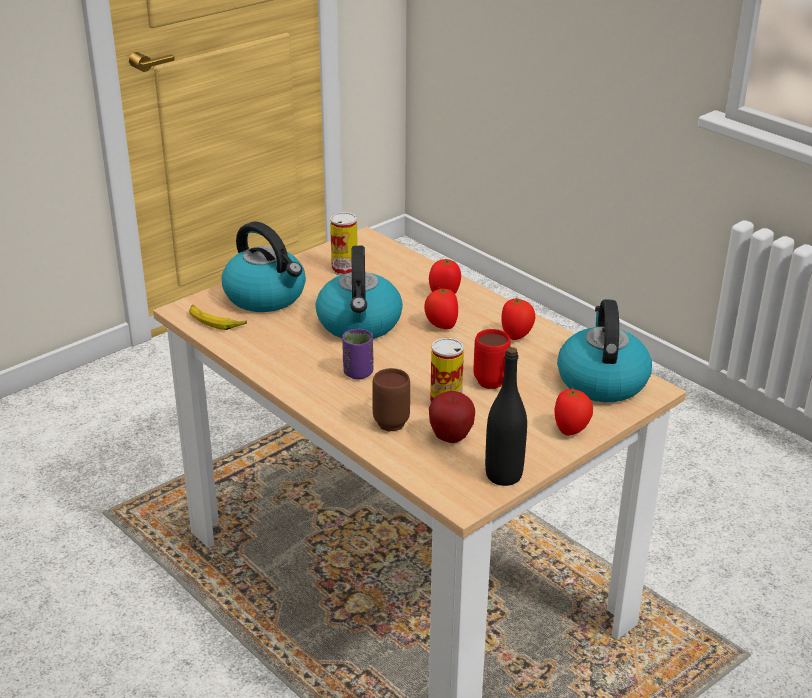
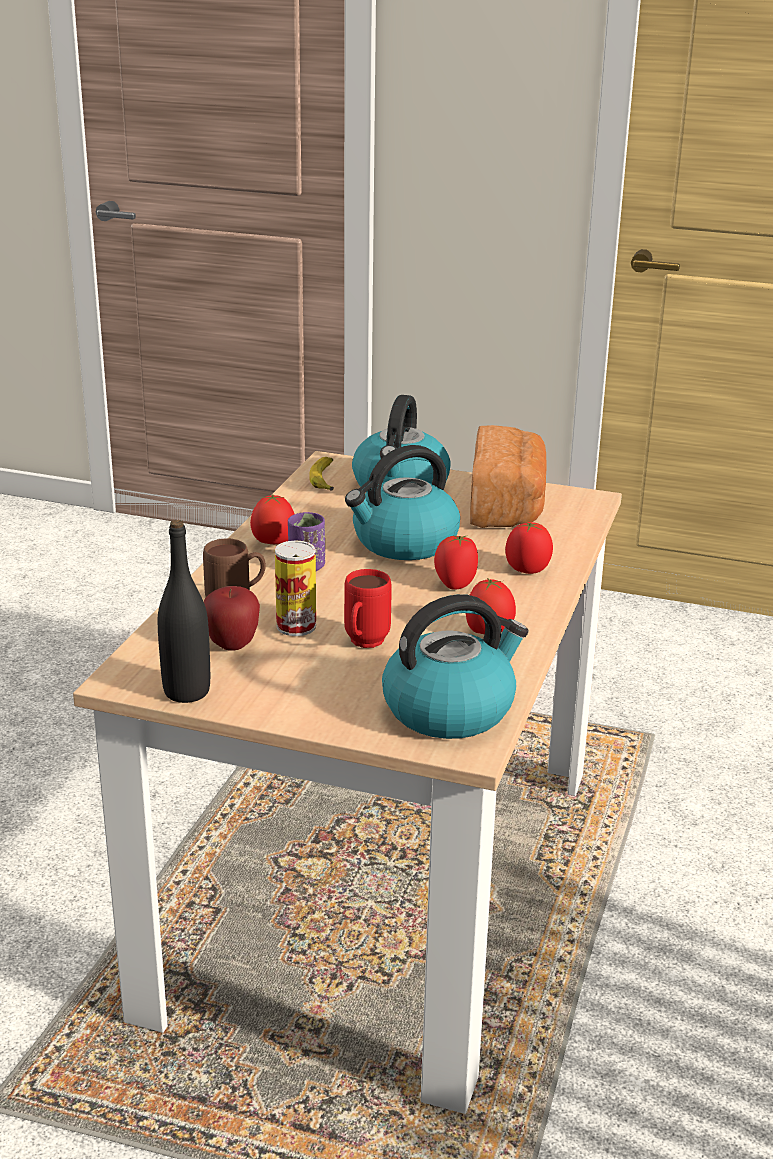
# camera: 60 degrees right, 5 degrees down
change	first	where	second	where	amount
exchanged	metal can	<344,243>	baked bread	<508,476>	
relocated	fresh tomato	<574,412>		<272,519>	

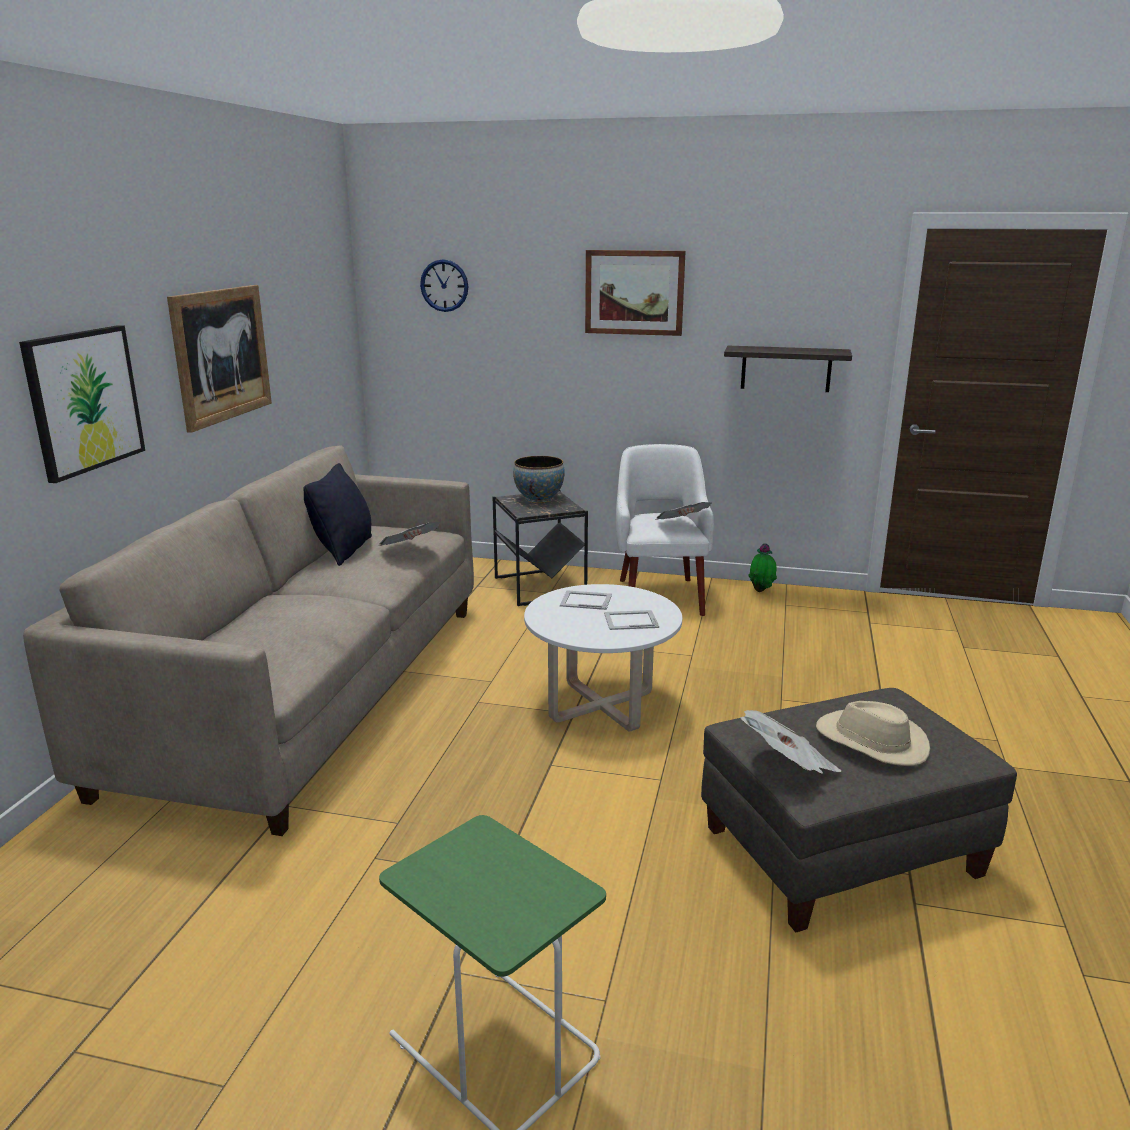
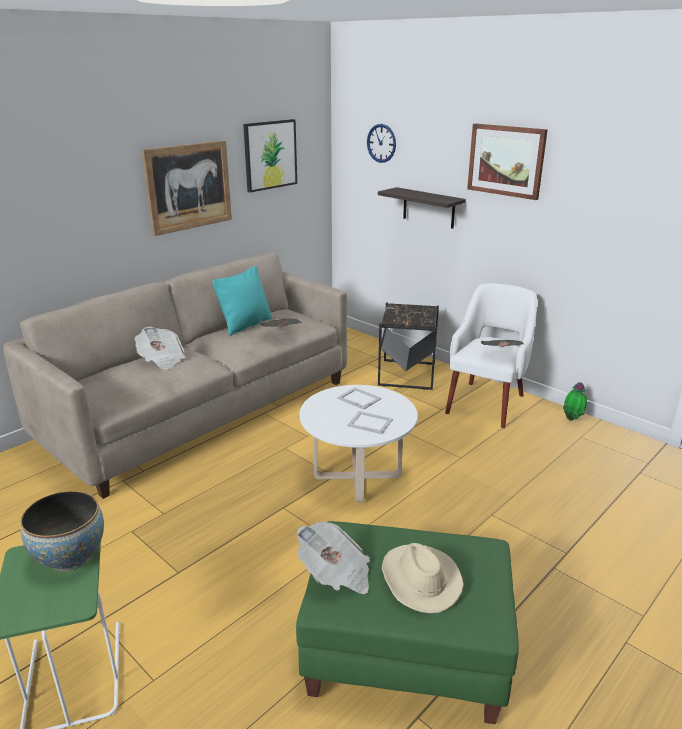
# camera: 30 degrees right, 5 degrees up
change	first	where	second	where	amount
relocated	wall picture	<82,404>		<270,155>	
colour	black cushion	<337,514>	blue-green cushion	<242,301>	
relocated	serving bowl	<539,479>		<62,531>	
colour	grey ottoman	<859,810>	green-coloured ottoman	<407,622>	
relocated	shelf	<788,369>		<422,208>	
appeared			printed paper	<160,348>	

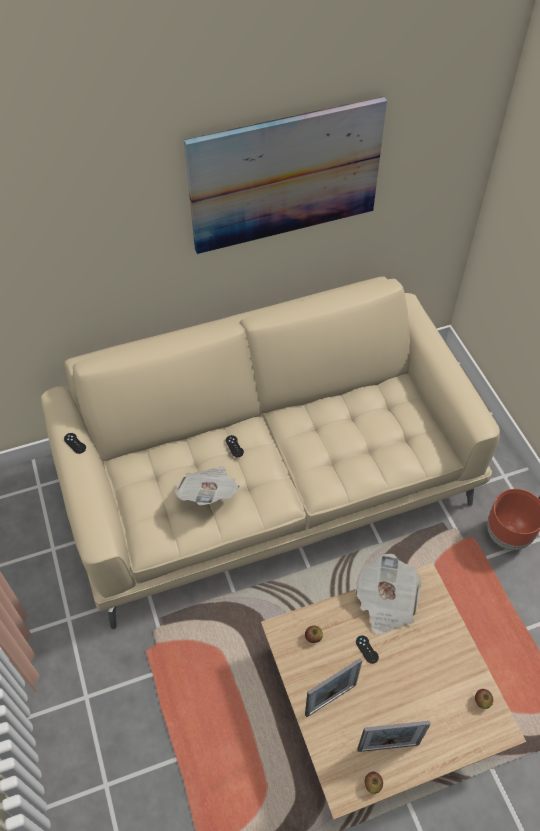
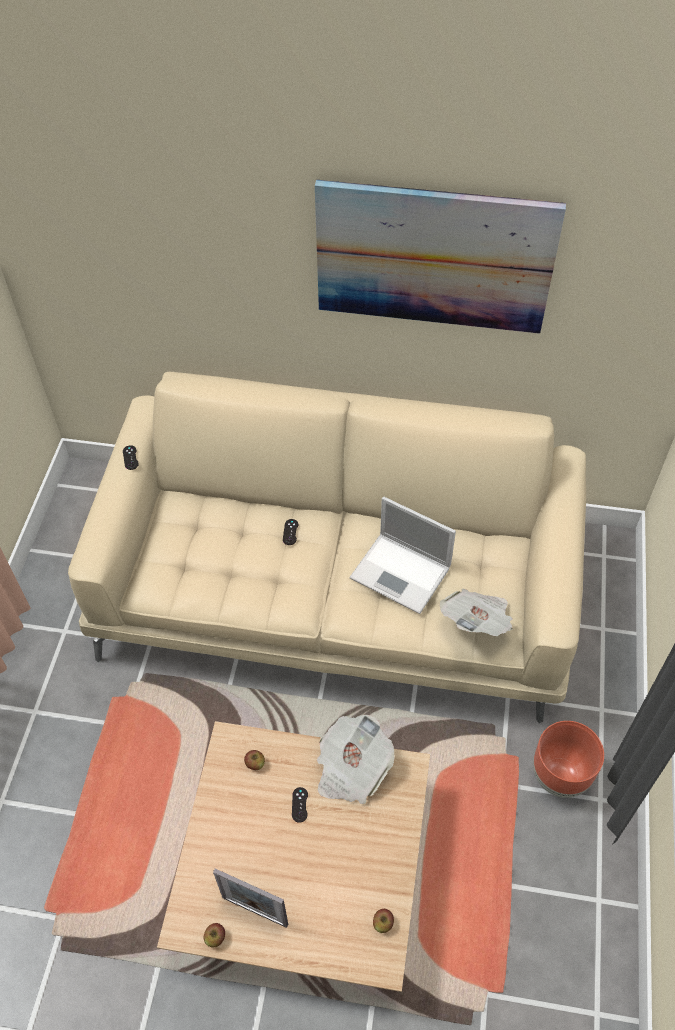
# camera: 30 degrees right, 0 degrees up
change	first	where	second	where	amount
relocated	printed paper	<207,485>		<476,612>	
missing	standing frame	<333,687>			
appeared			laptop	<402,555>	

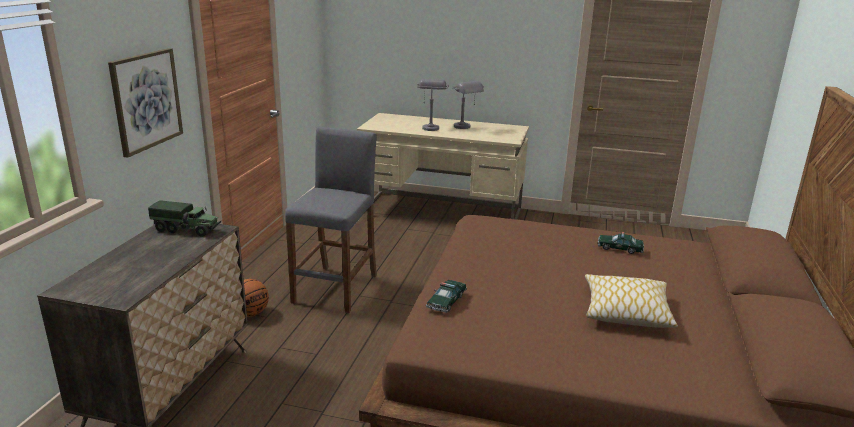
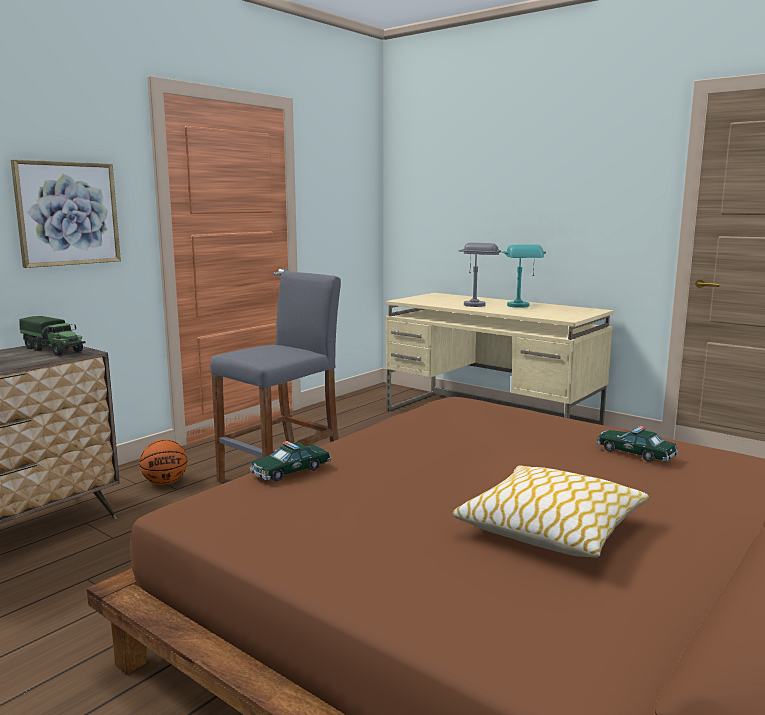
# camera: 25 degrees right, 10 degrees down
change	first	where	second	where	amount
colour	grey table lamp	<468,105>	blue-green table lamp	<524,276>	

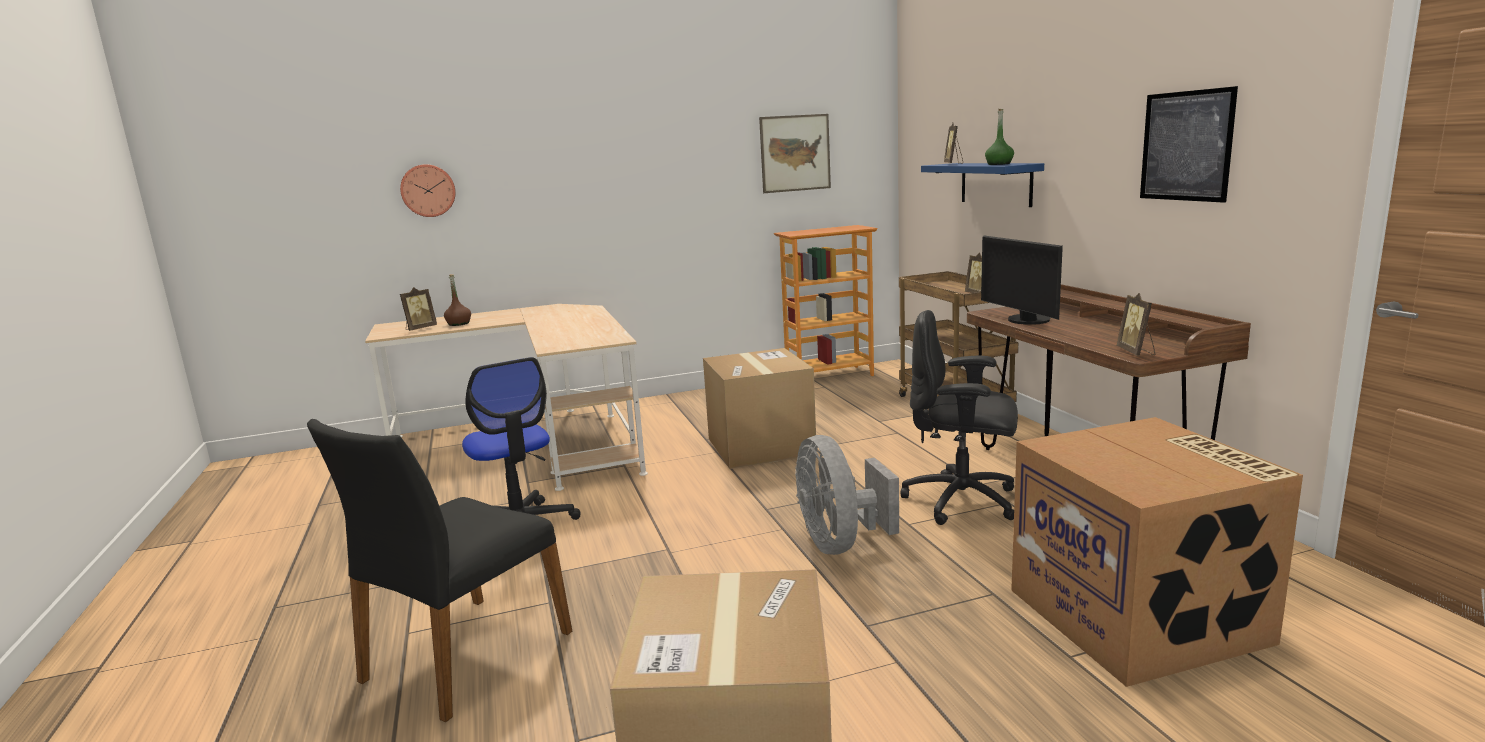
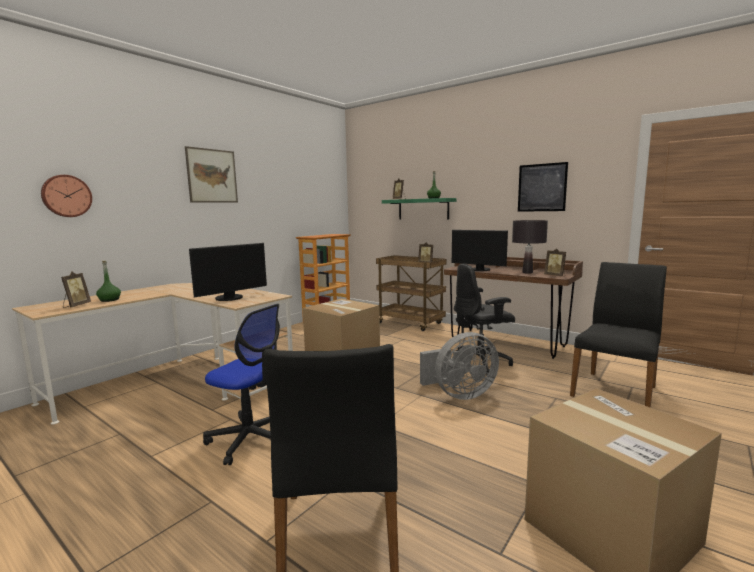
# camera: 35 degrees left, 5 degrees down
change	first	where	second	where	amount
colour	brown-coloured bottle	<457,300>	green-coloured bottle	<108,281>	
relocated	wall picture	<795,153>		<211,174>	
spun	grey electric fan	<847,495>		<459,366>	60 degrees counterclockwise
colour	blue shelf	<982,185>	green-coloured shelf	<419,209>	
exchanged	carton	<1157,552>	black plain chair	<618,335>	
appeared			computer display	<228,272>	
appeared			black table lamp	<530,247>	

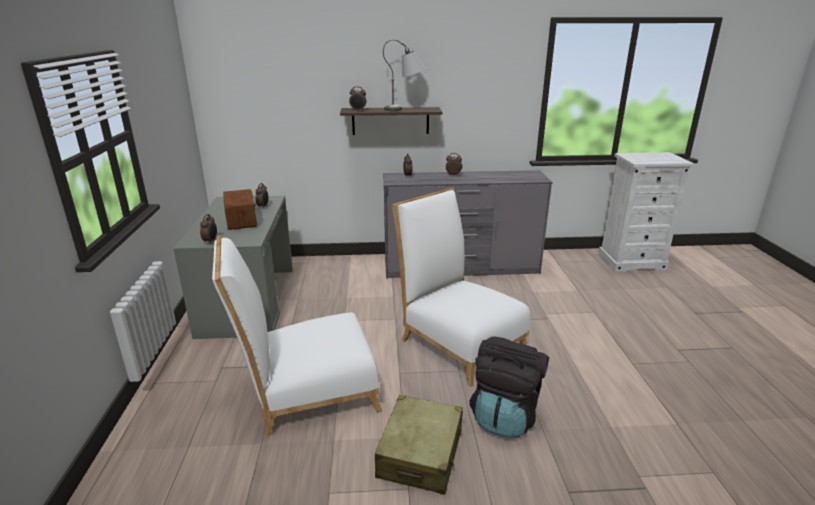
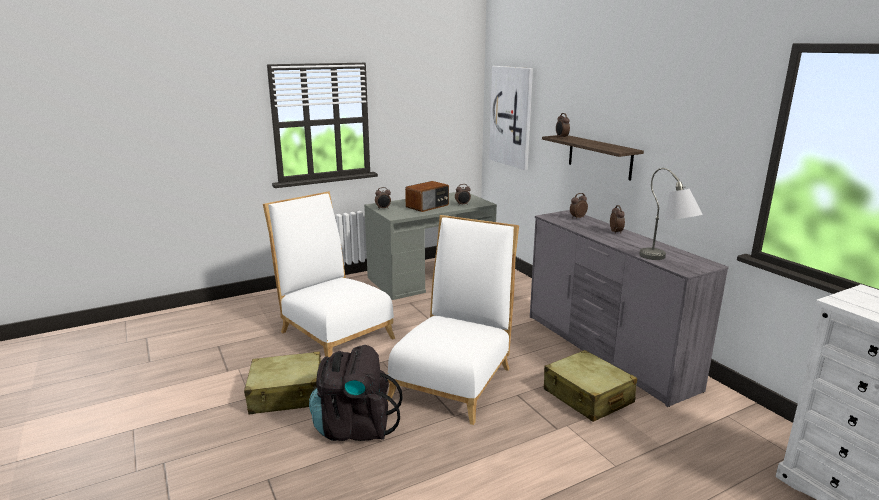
# camera: 65 degrees right, 5 degrees down
change	first	where	second	where	amount
relocated	grey table lamp	<404,75>		<671,214>	
appeared			wall picture	<511,118>	
appeared			beige suitcase	<590,386>	

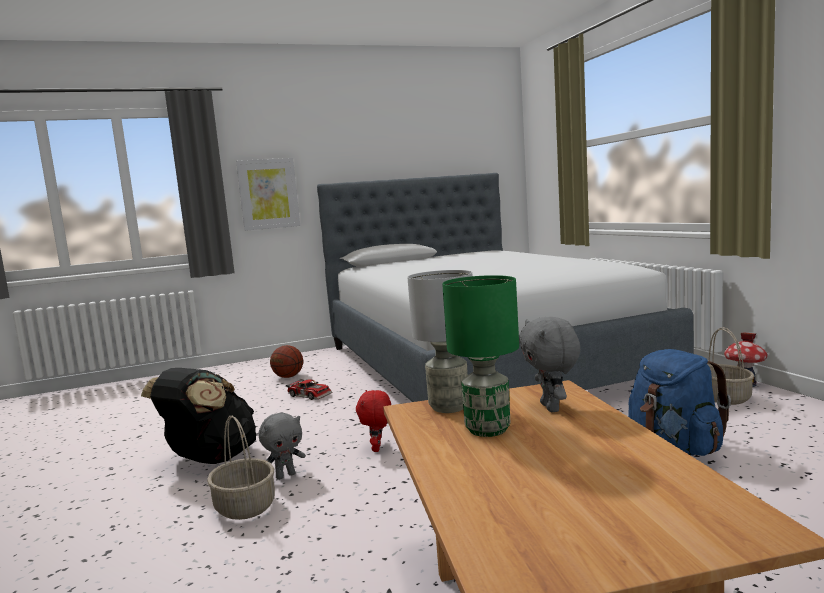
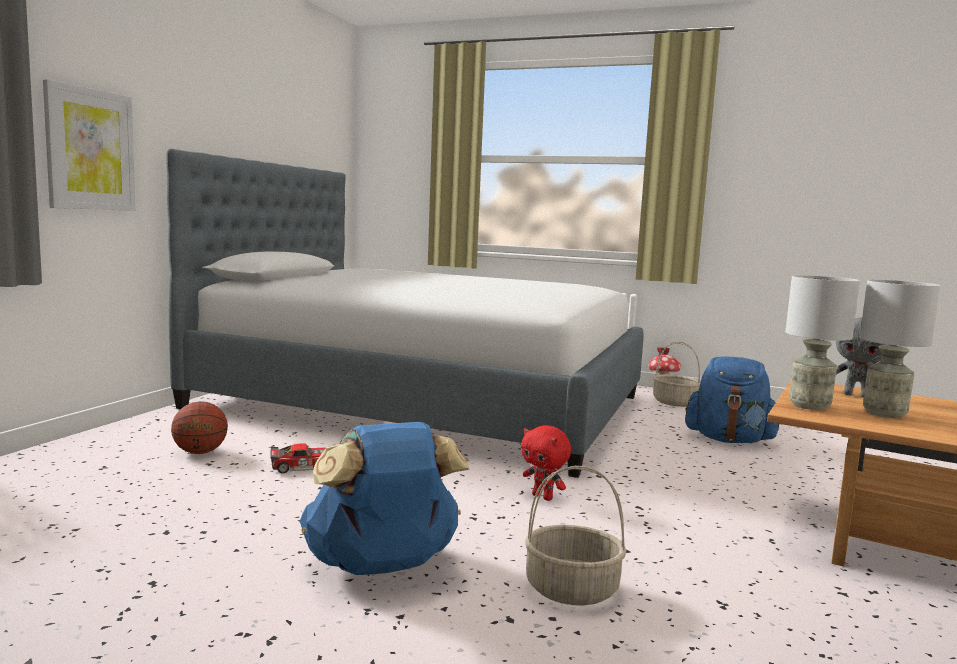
# camera: 50 degrees left, 0 degrees up
change	first	where	second	where	amount
colour	black knapsack	<198,416>	blue knapsack	<384,498>	
missing	grey cuddly toy	<282,446>			
colour	green-coloured table lamp	<480,356>	grey table lamp	<900,349>	

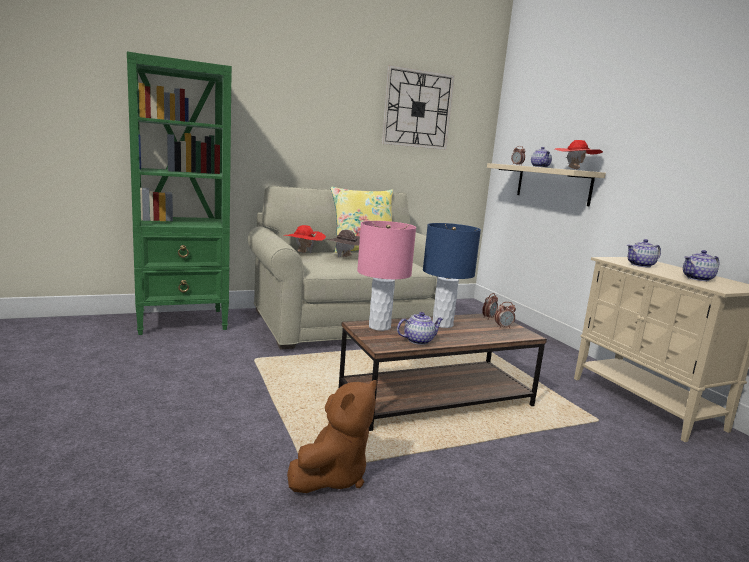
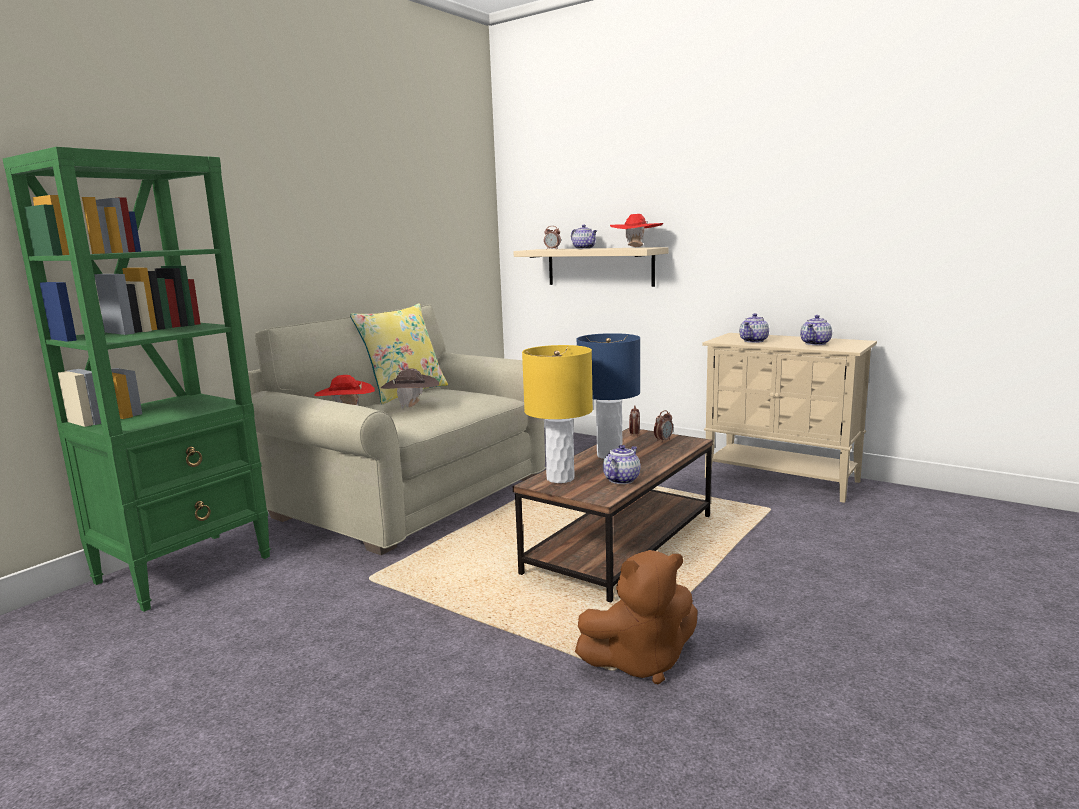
# camera: 30 degrees left, 0 degrees up
change	first	where	second	where	amount
spun	brown-coloured cuddly toy	<332,436>		<636,617>	75 degrees clockwise
colour	pink-coloured table lamp	<386,276>	yellow-coloured table lamp	<557,414>	
missing	clock on the wall	<418,107>			

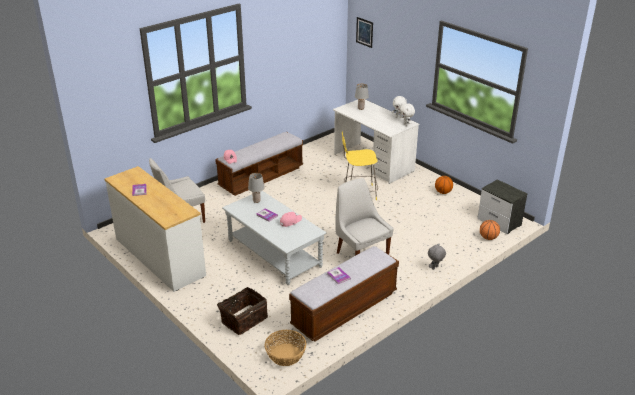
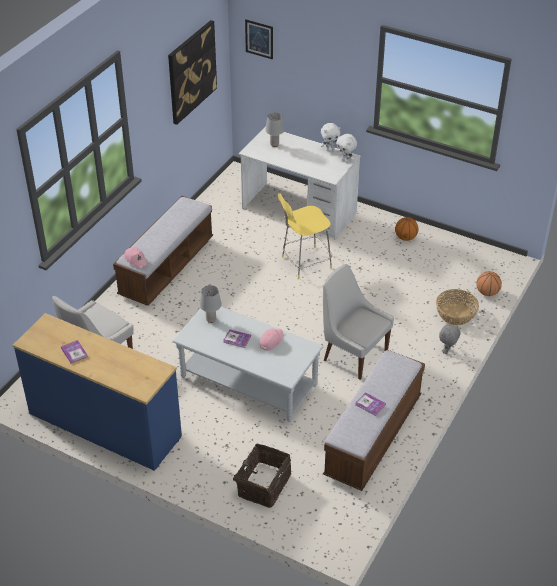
# camera: 20 degrees left, 10 degrees up
change	first	where	second	where	amount
colour	white drawer chest	<155,229>	blue drawer chest	<97,392>	
relocated	storage basket	<285,348>		<457,307>	
missing	nightstand	<503,206>			
appeared			wall picture	<192,72>	

